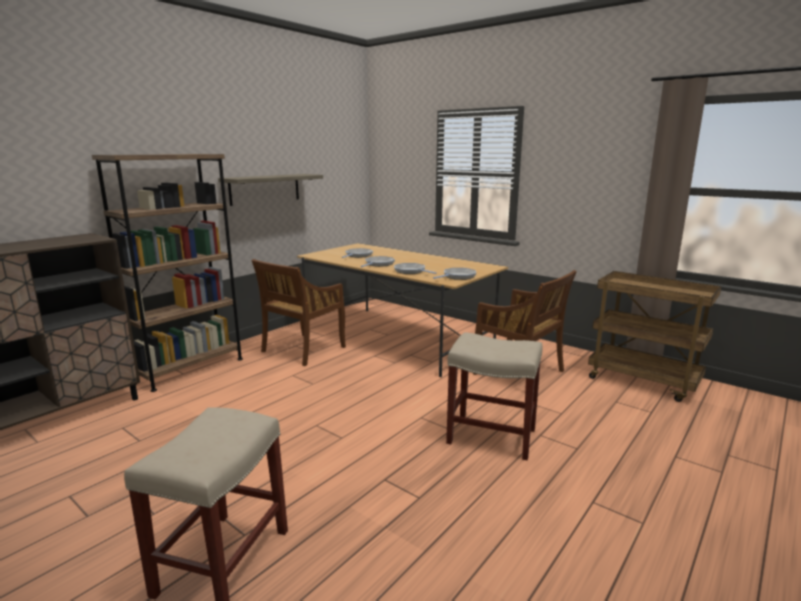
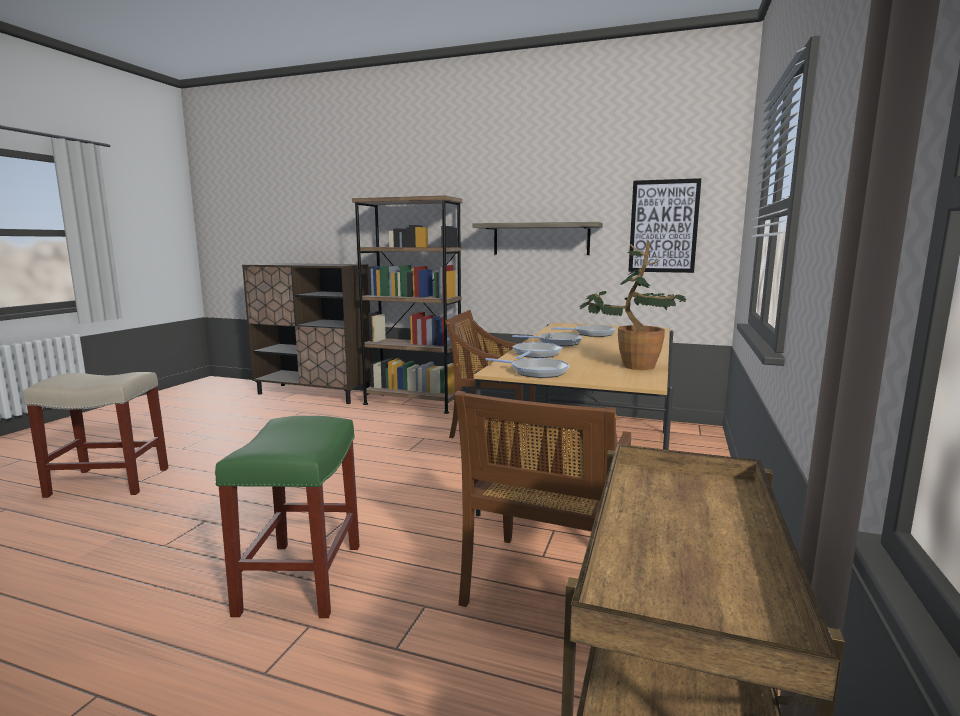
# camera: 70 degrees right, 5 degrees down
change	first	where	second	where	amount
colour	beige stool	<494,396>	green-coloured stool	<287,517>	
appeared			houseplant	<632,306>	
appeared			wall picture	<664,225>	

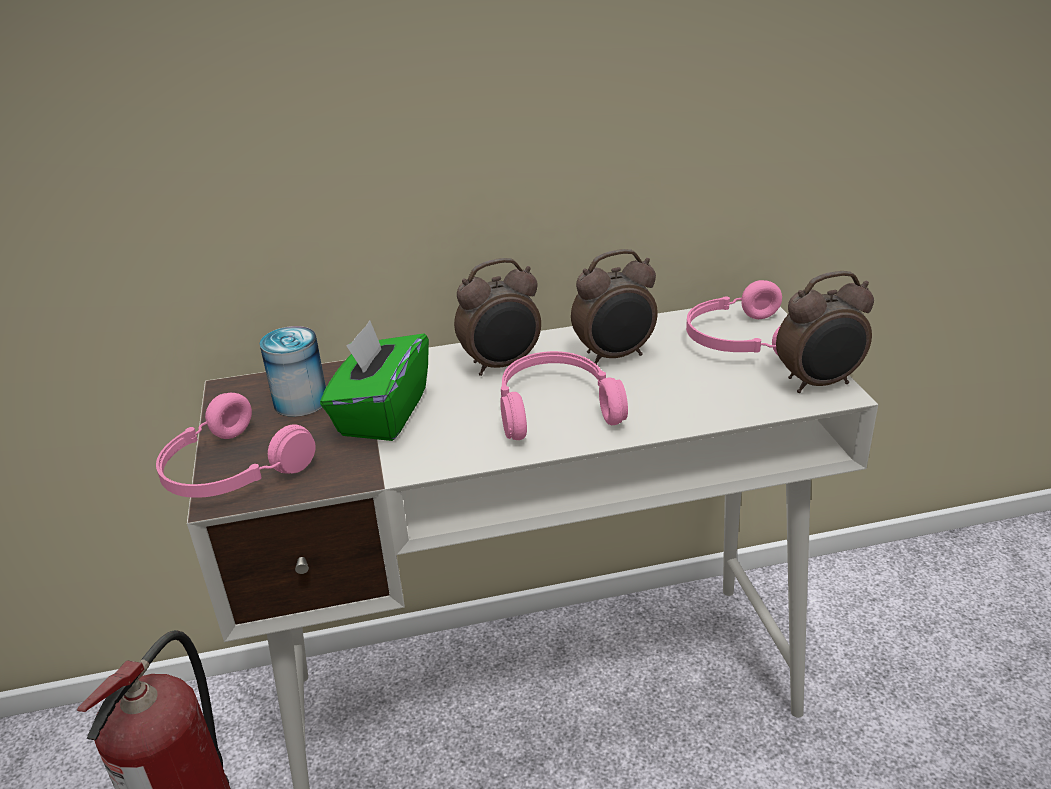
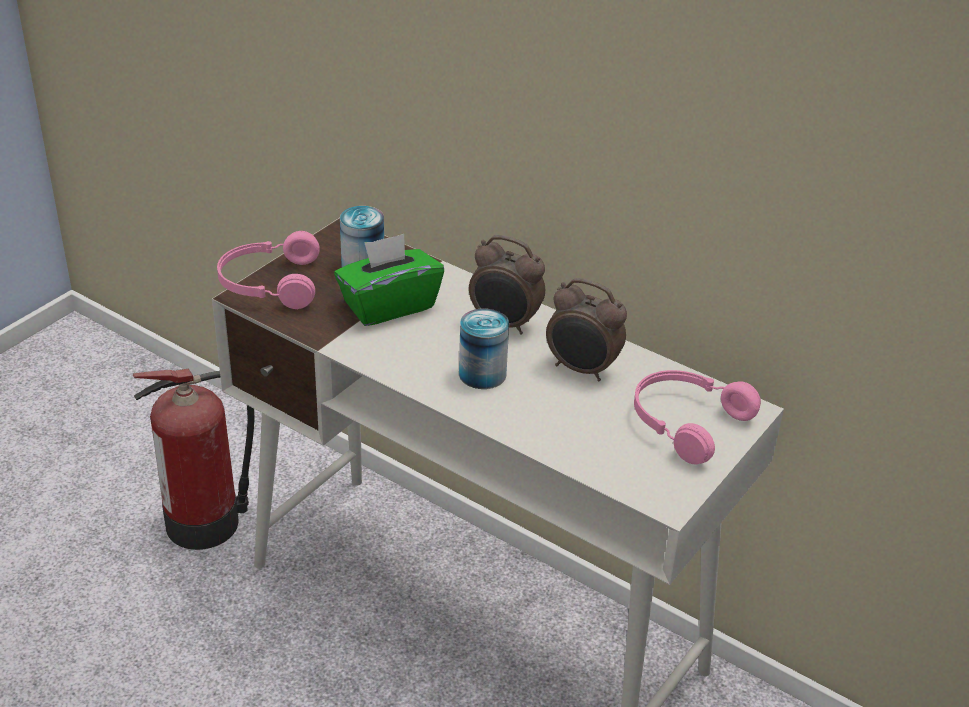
# camera: 45 degrees right, 5 degrees up
change	first	where	second	where	amount
exchanged	pink-coloured headset	<564,395>	metal can	<484,348>	
missing	bedside clock	<825,332>			

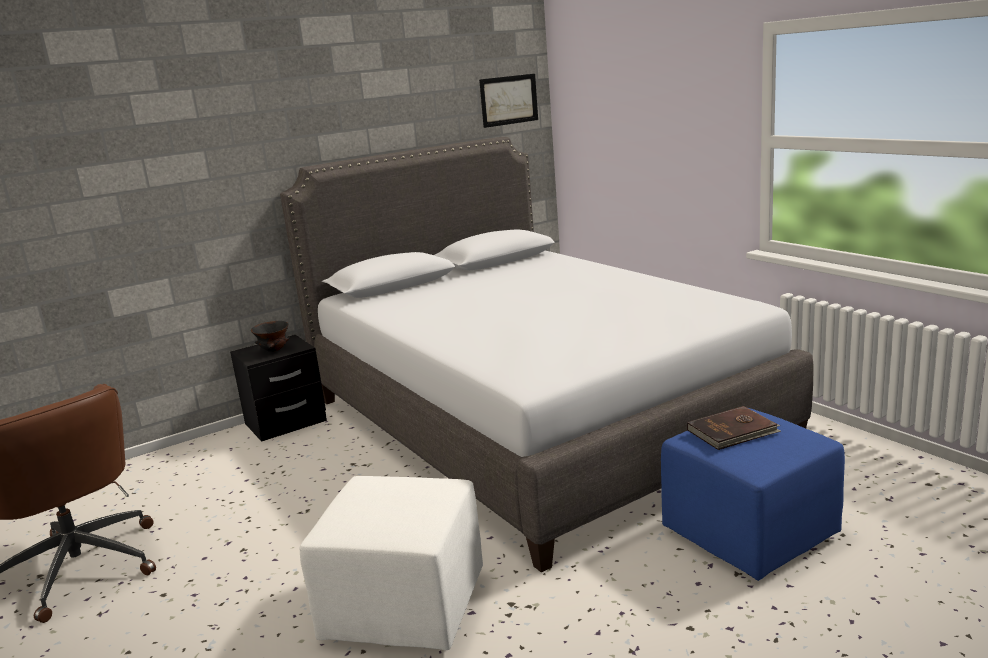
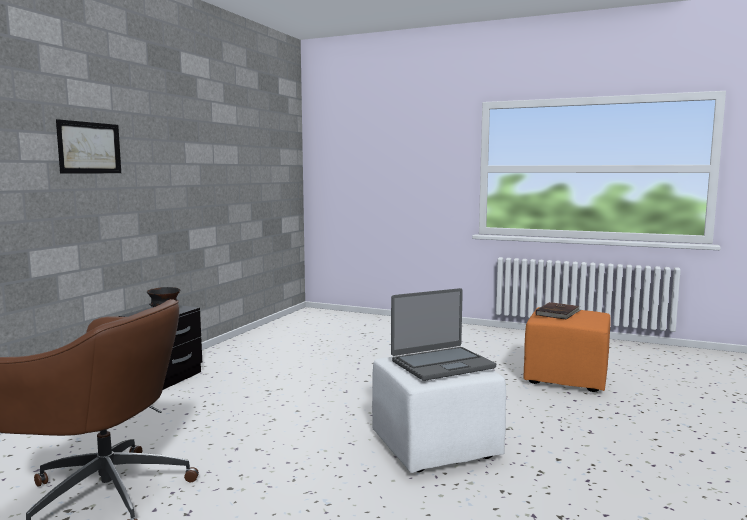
# camera: 35 degrees left, 10 degrees down
change	first	where	second	where	amount
missing	grey sleeping bed	<546,354>			
relocated	wall picture	<508,100>		<88,146>	
colour	blue ottoman	<753,494>	orange-coloured ottoman	<567,349>	
appeared			laptop	<443,334>	

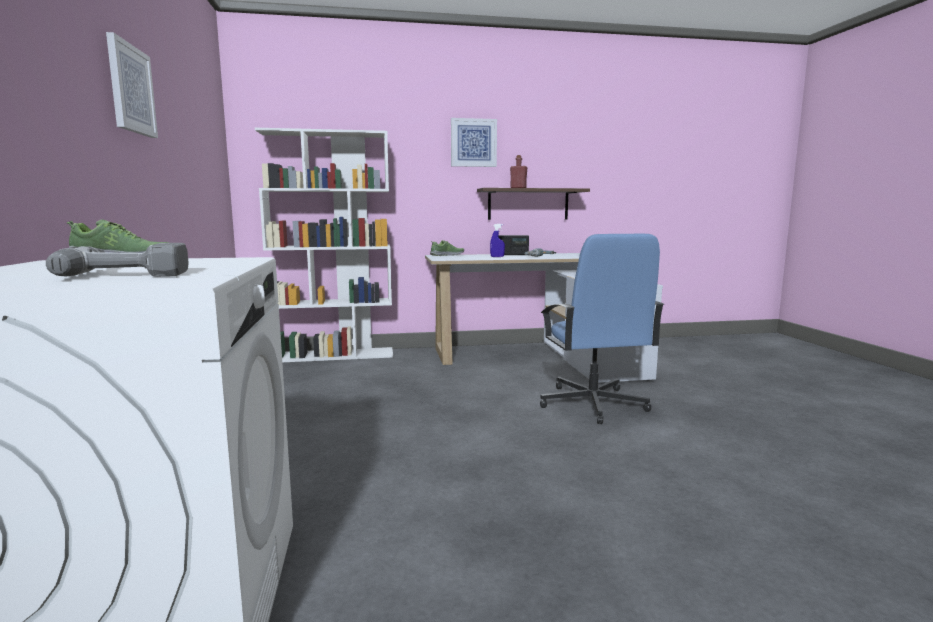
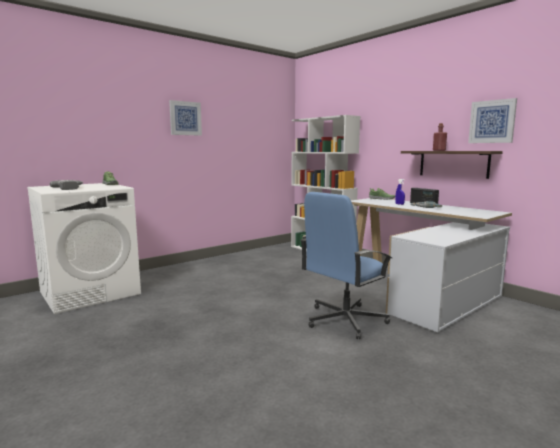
# camera: 60 degrees right, 0 degrees up
change	first	where	second	where	amount
relocated	wall picture	<474,142>		<492,120>	

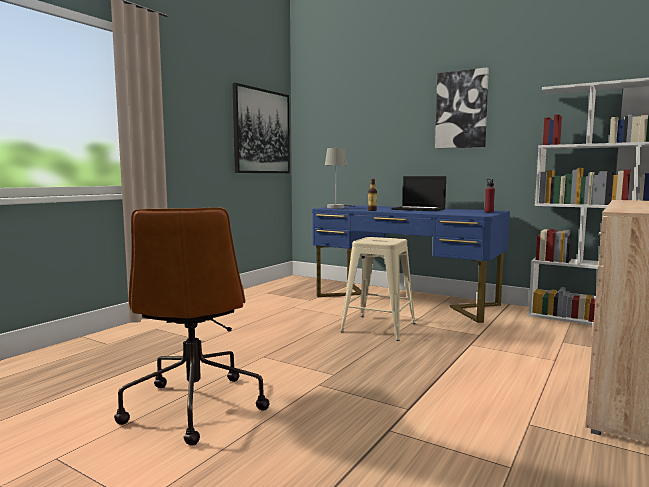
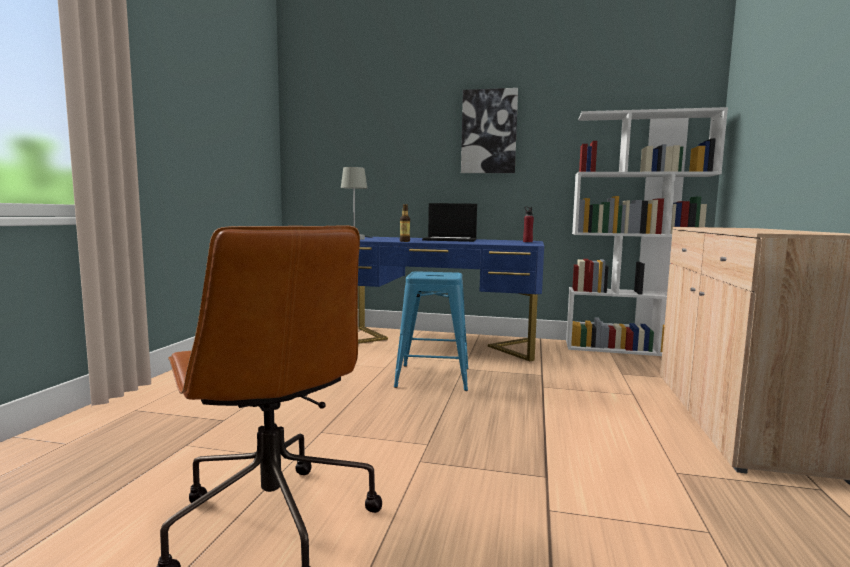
# camera: 20 degrees left, 0 degrees up
change	first	where	second	where	amount
missing	wall picture	<261,128>			
colour	beige stool	<377,289>	blue stool	<431,331>	

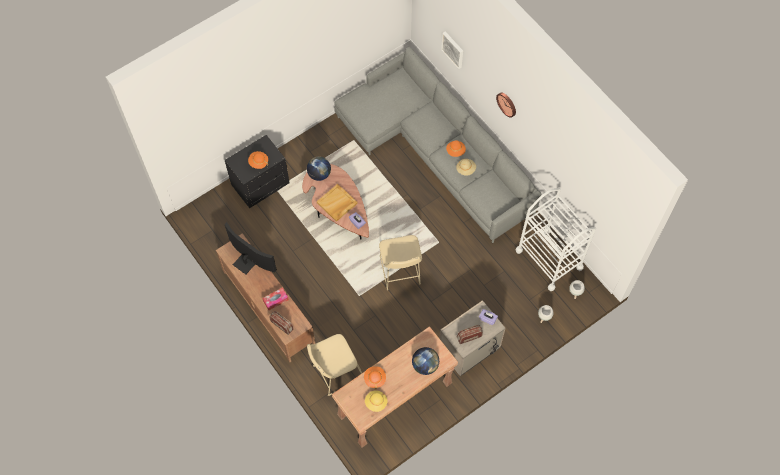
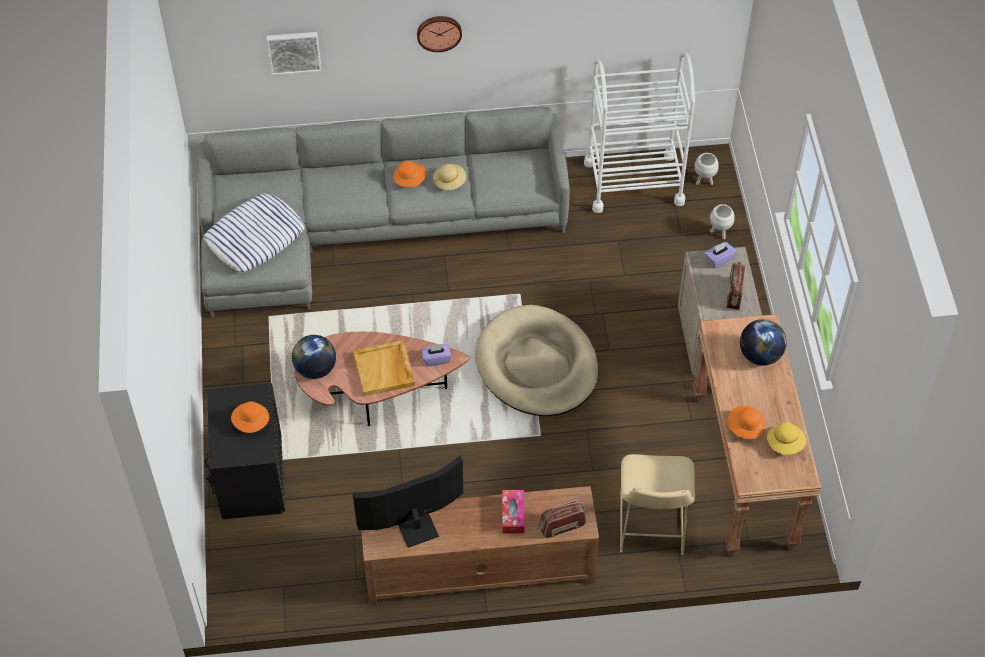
# camera: 60 degrees left, 10 degrees down
change	first	where	second	where	amount
exchanged	beige stool	<400,262>	beige dog cushion	<536,360>	
appeared			cushion	<254,232>	

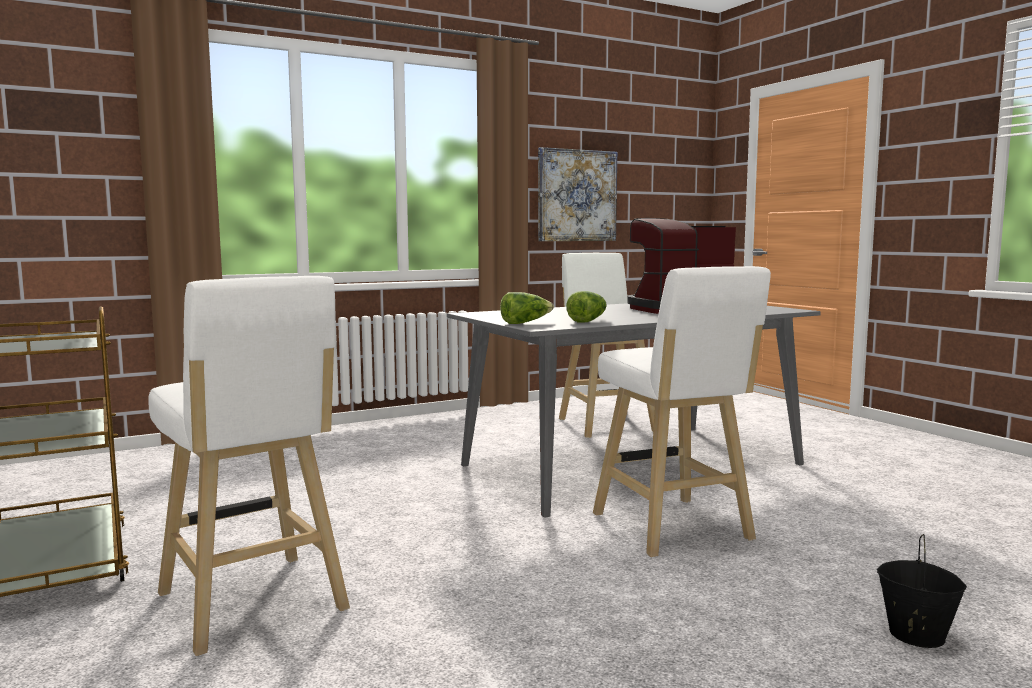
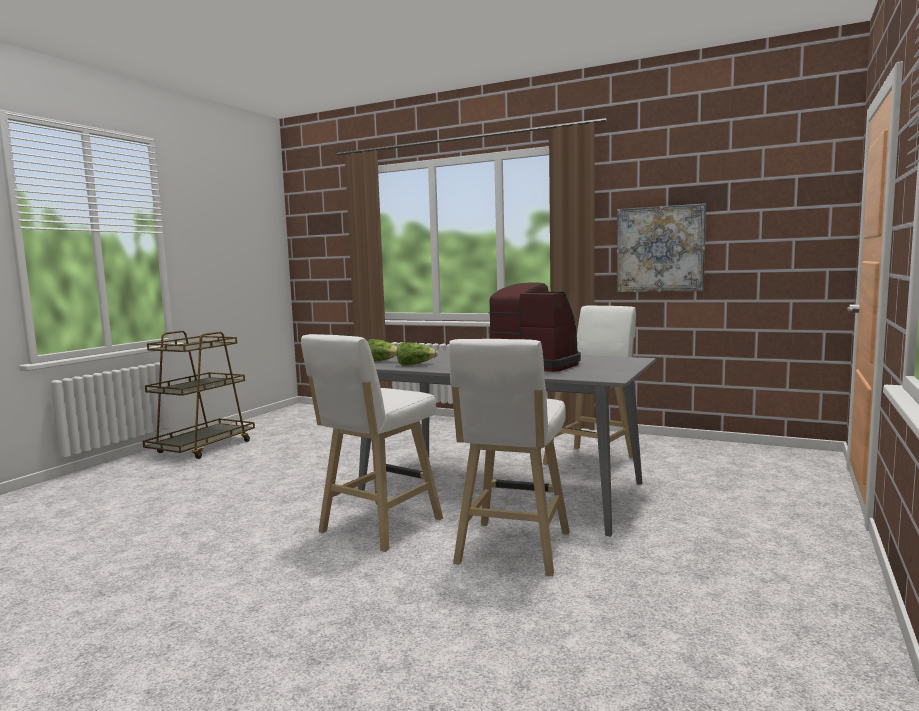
# camera: 55 degrees right, 0 degrees up
change	first	where	second	where	amount
relocated	white stool	<249,466>		<509,457>	
missing	black pail	<922,591>			

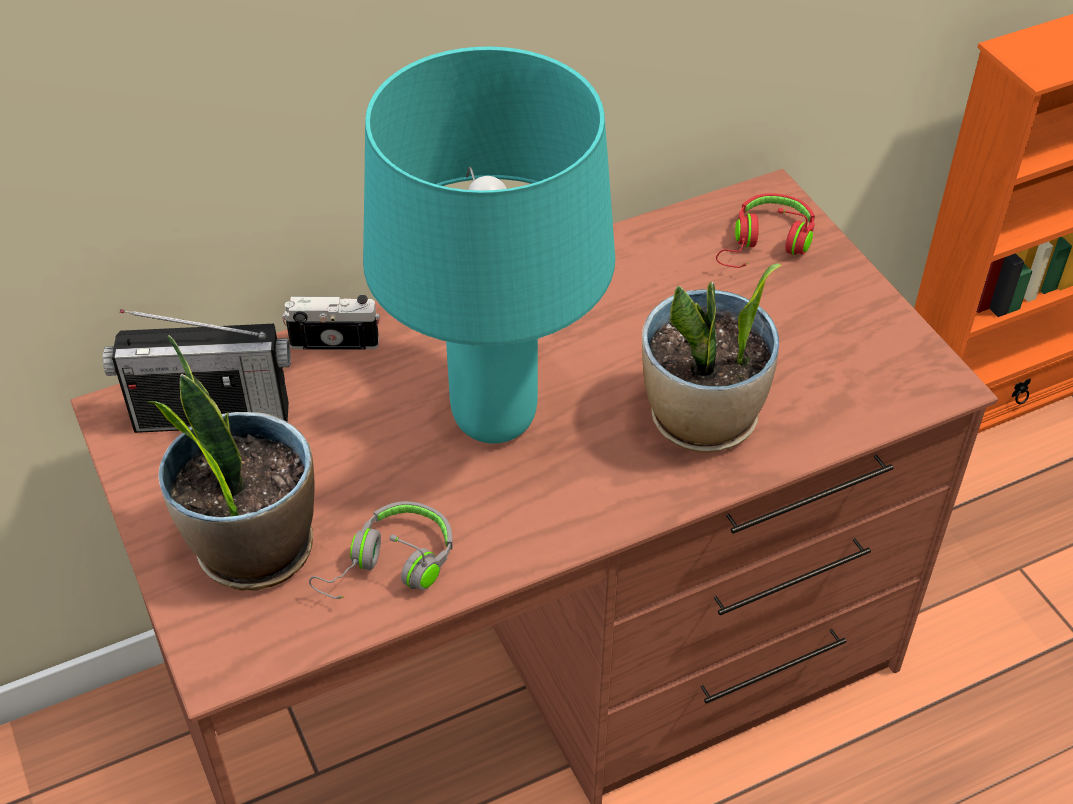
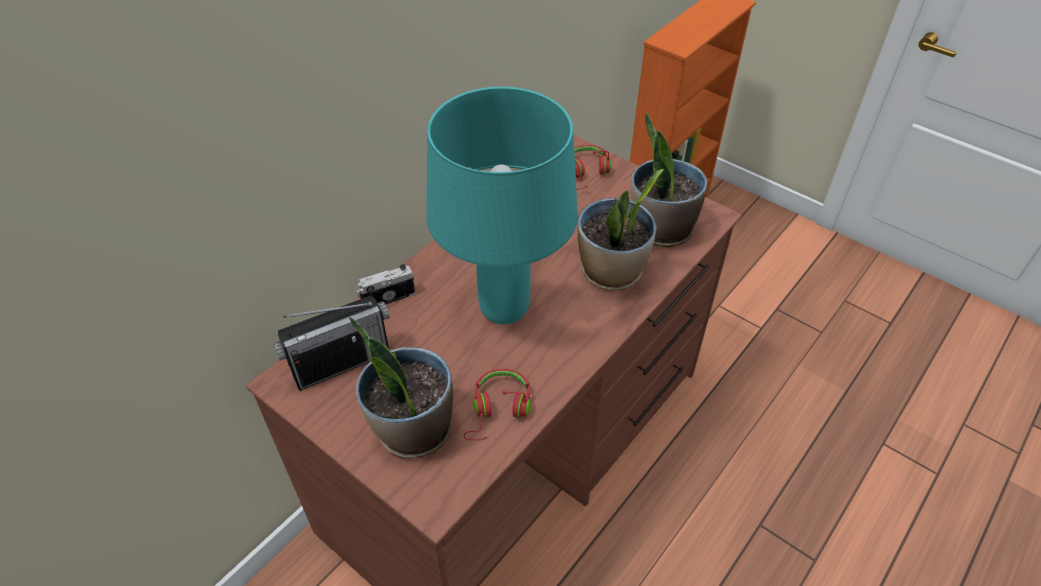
# camera: 25 degrees left, 0 degrees up
change	first	where	second	where	amount
colour	grey headset	<381,550>	reddish headset	<497,404>	
appeared			houseplant	<669,180>	

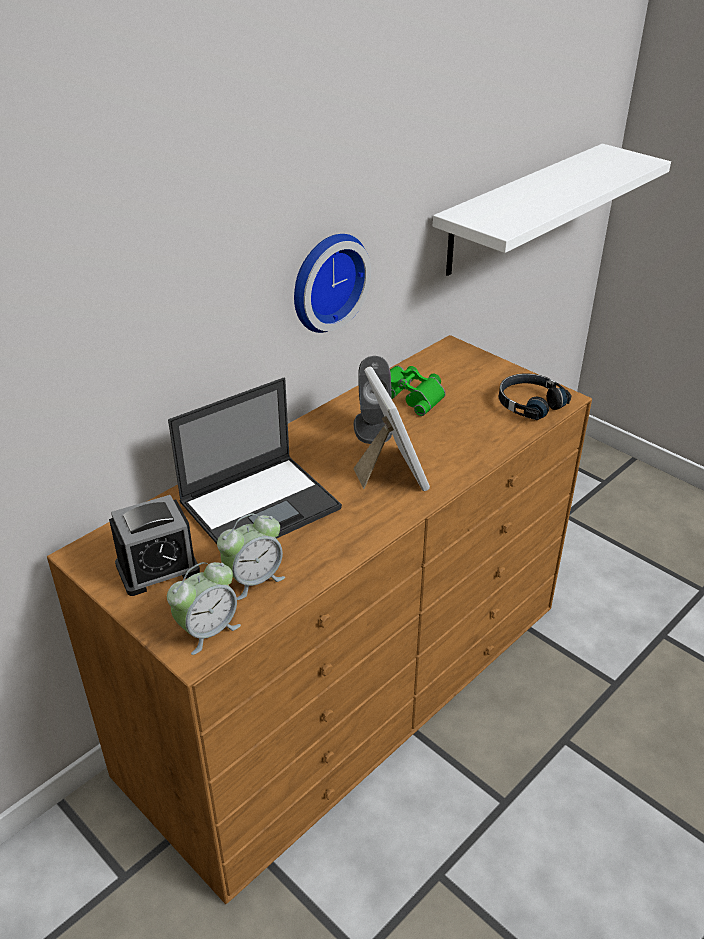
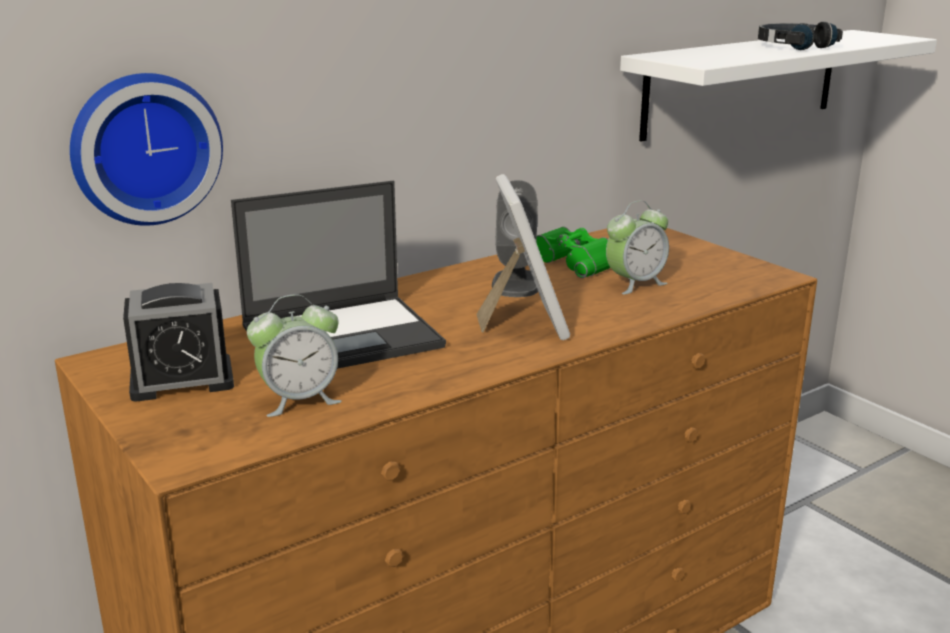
# camera: 10 degrees right, 15 degrees down
change	first	where	second	where	amount
relocated	bedside clock	<204,608>		<637,247>	
relocated	clock on the wall	<332,283>		<146,149>	
relocated	black headset	<535,397>		<800,36>	

